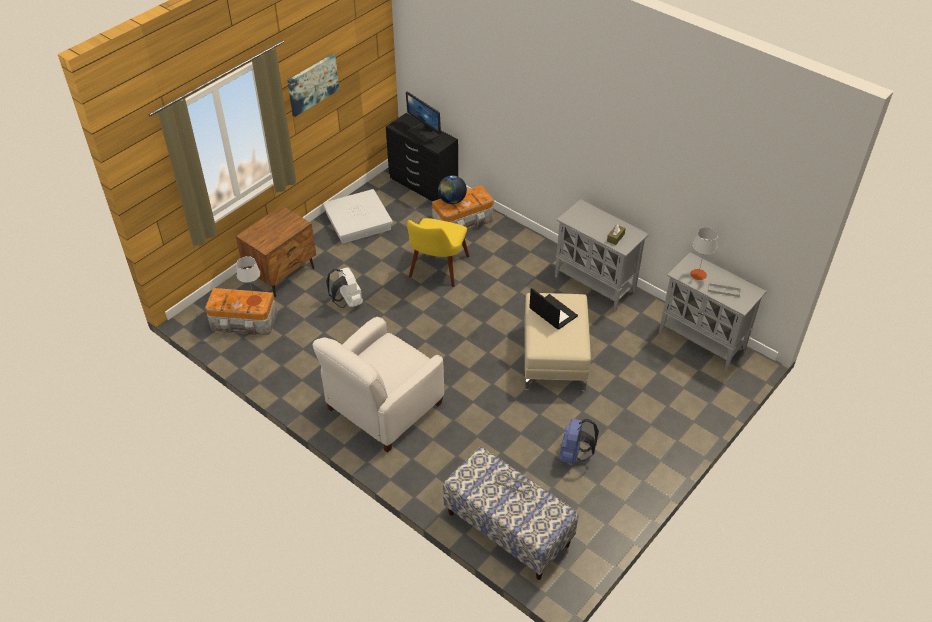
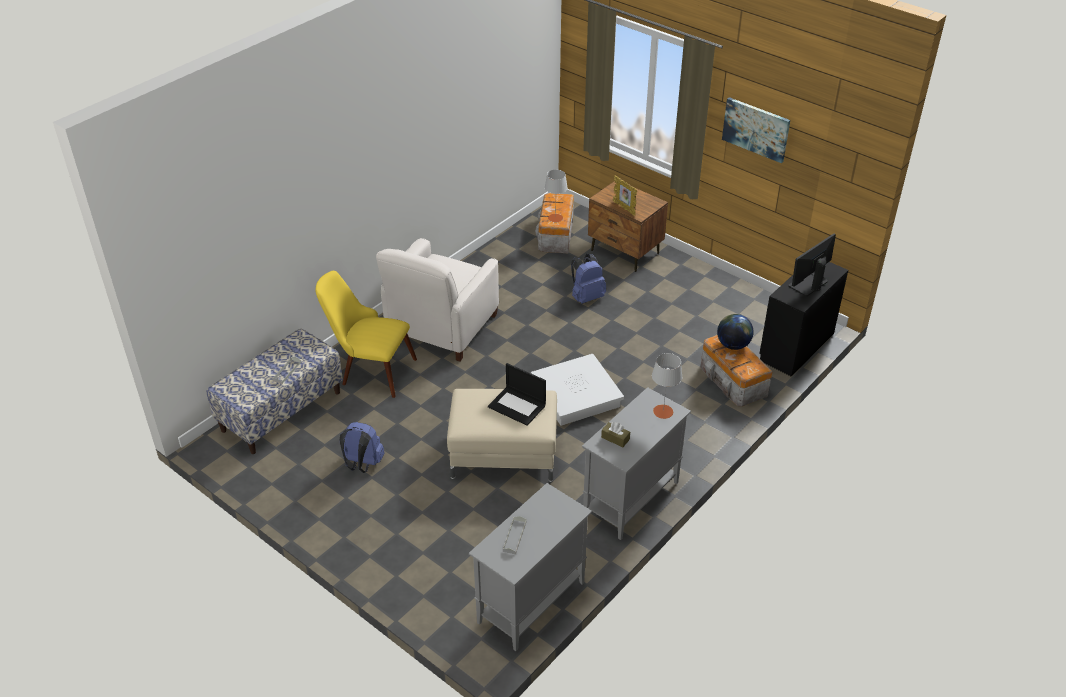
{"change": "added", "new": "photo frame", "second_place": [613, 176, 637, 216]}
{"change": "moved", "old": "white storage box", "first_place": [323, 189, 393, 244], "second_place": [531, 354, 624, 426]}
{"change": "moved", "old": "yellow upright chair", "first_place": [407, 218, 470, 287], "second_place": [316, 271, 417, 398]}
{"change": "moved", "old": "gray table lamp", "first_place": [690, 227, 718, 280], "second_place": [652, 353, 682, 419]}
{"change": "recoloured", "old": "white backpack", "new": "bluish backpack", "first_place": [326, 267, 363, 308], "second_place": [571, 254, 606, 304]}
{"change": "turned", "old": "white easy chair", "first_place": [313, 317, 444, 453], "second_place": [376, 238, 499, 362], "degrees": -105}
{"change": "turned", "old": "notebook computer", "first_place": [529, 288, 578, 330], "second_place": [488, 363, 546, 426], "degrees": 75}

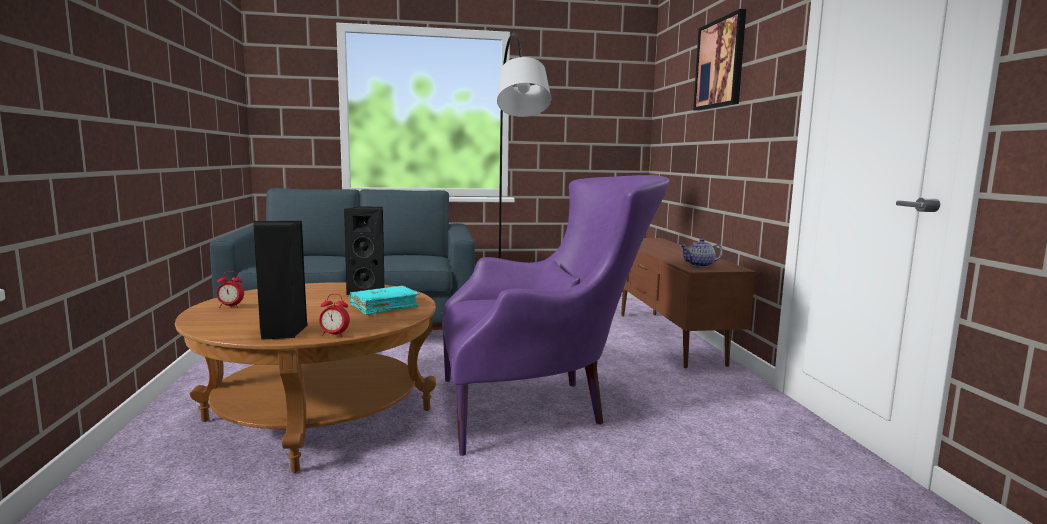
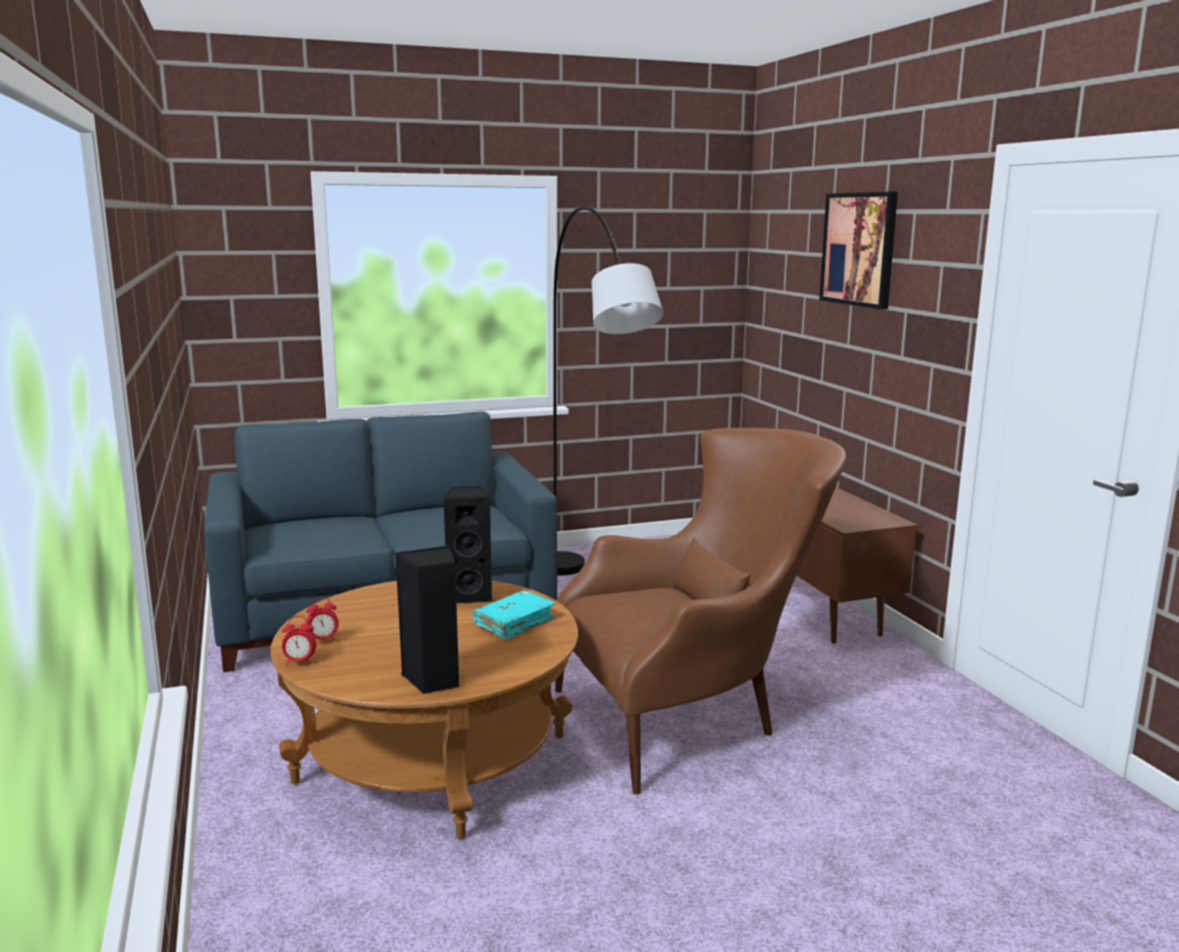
{"change": "removed", "old": "tea pot", "first_place": [680, 238, 723, 267]}
{"change": "moved", "old": "alarm clock", "first_place": [319, 294, 350, 337], "second_place": [282, 616, 316, 666]}
{"change": "recoloured", "old": "purplish easy chair", "new": "brown-coloured easy chair", "first_place": [442, 175, 670, 456], "second_place": [555, 428, 846, 794]}

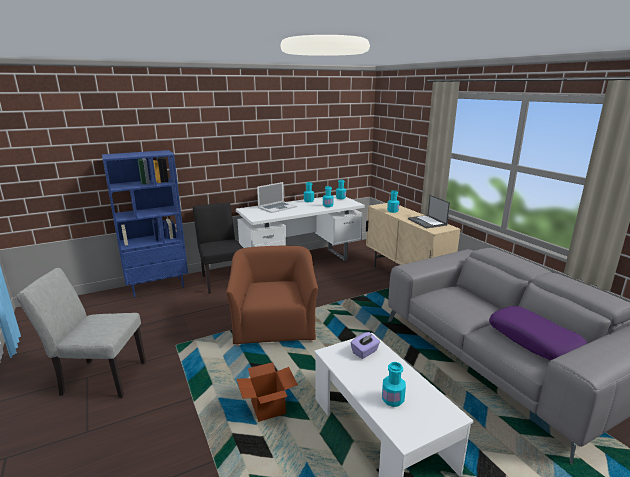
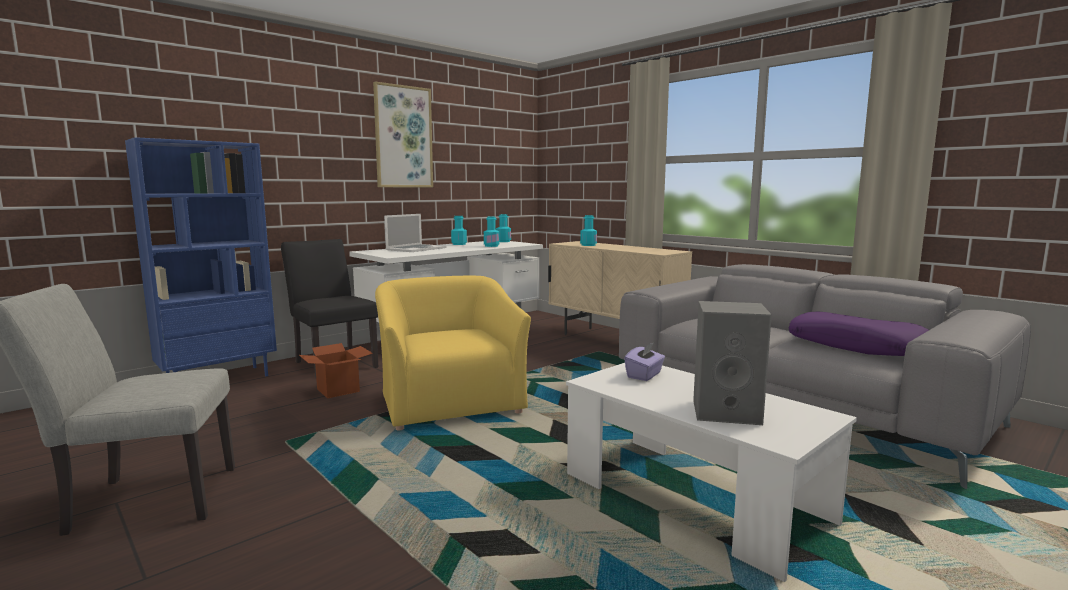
{"change": "removed", "old": "notebook computer", "first_place": [408, 195, 450, 228]}
{"change": "added", "new": "wall art", "second_place": [373, 81, 433, 187]}
{"change": "moved", "old": "carton", "first_place": [237, 362, 298, 422], "second_place": [299, 343, 373, 399]}
{"change": "replaced", "old": "blue-green drink bottle", "new": "gray audio speaker", "first_place": [382, 362, 406, 407], "second_place": [693, 301, 772, 425]}
{"change": "recoloured", "old": "brown-coloured easy chair", "new": "yellow easy chair", "first_place": [226, 246, 318, 346], "second_place": [375, 276, 531, 430]}

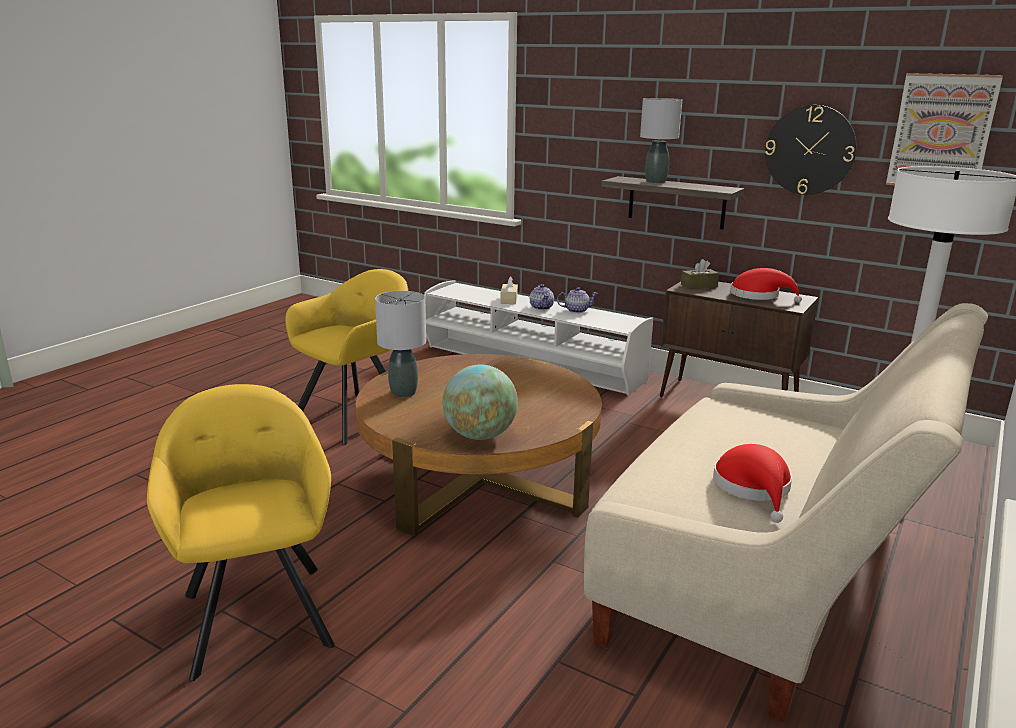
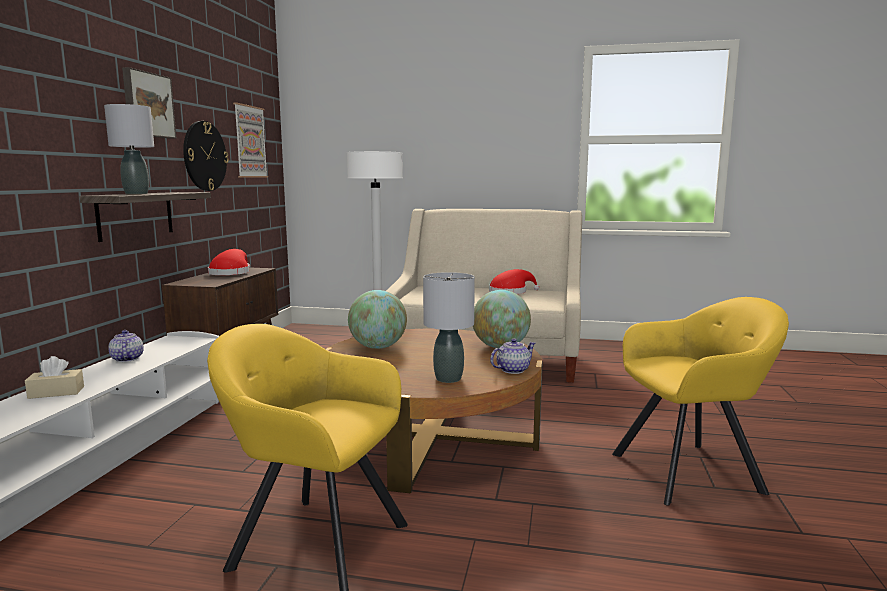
{"change": "removed", "old": "brown-coloured box of tissues", "first_place": [681, 259, 719, 289]}
{"change": "added", "new": "wall art", "second_place": [122, 67, 176, 139]}
{"change": "added", "new": "desk globe", "second_place": [348, 290, 407, 349]}
{"change": "moved", "old": "tea pot", "first_place": [530, 284, 554, 310], "second_place": [490, 338, 535, 374]}
{"change": "turned", "old": "yellow easy chair", "first_place": [147, 384, 335, 681], "second_place": [612, 297, 789, 506], "degrees": -150}

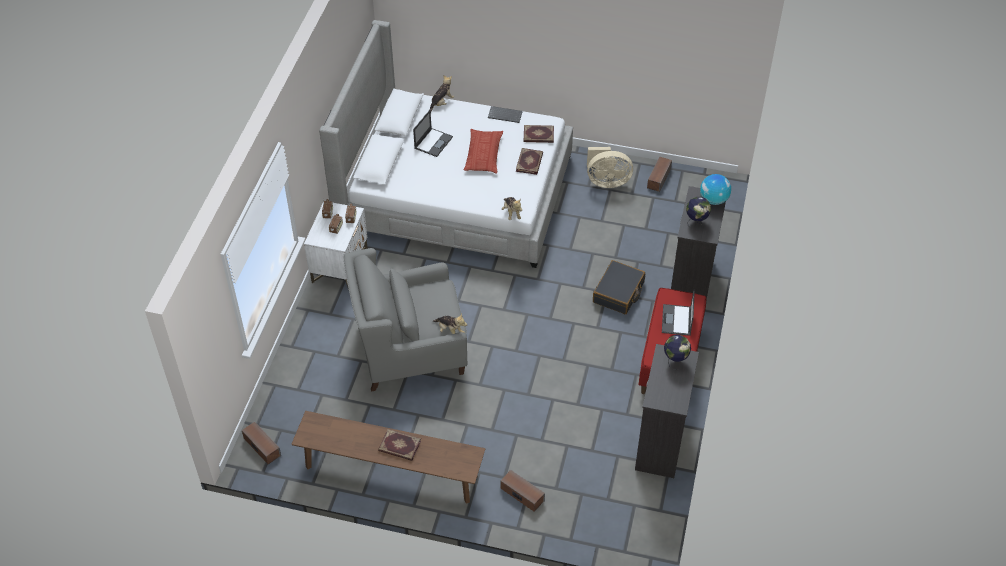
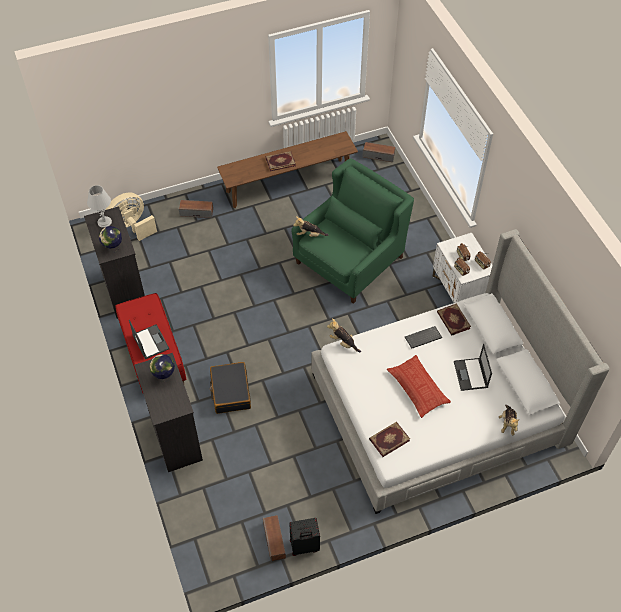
{"change": "removed", "old": "desk globe", "first_place": [700, 174, 731, 205]}
{"change": "added", "new": "gray table lamp", "second_place": [87, 185, 112, 228]}
{"change": "added", "new": "black-coloured travel case", "second_place": [289, 518, 320, 556]}
{"change": "moved", "old": "computer keyboard", "first_place": [488, 106, 523, 123], "second_place": [405, 326, 442, 349]}
{"change": "moved", "old": "volume", "first_place": [516, 148, 543, 175], "second_place": [437, 303, 471, 336]}
{"change": "moved", "old": "sand-coloured cooling fan", "first_place": [587, 147, 633, 188], "second_place": [106, 193, 157, 241]}
{"change": "recoloured", "old": "gray easy chair", "new": "green easy chair", "first_place": [343, 248, 467, 392], "second_place": [291, 158, 414, 304]}

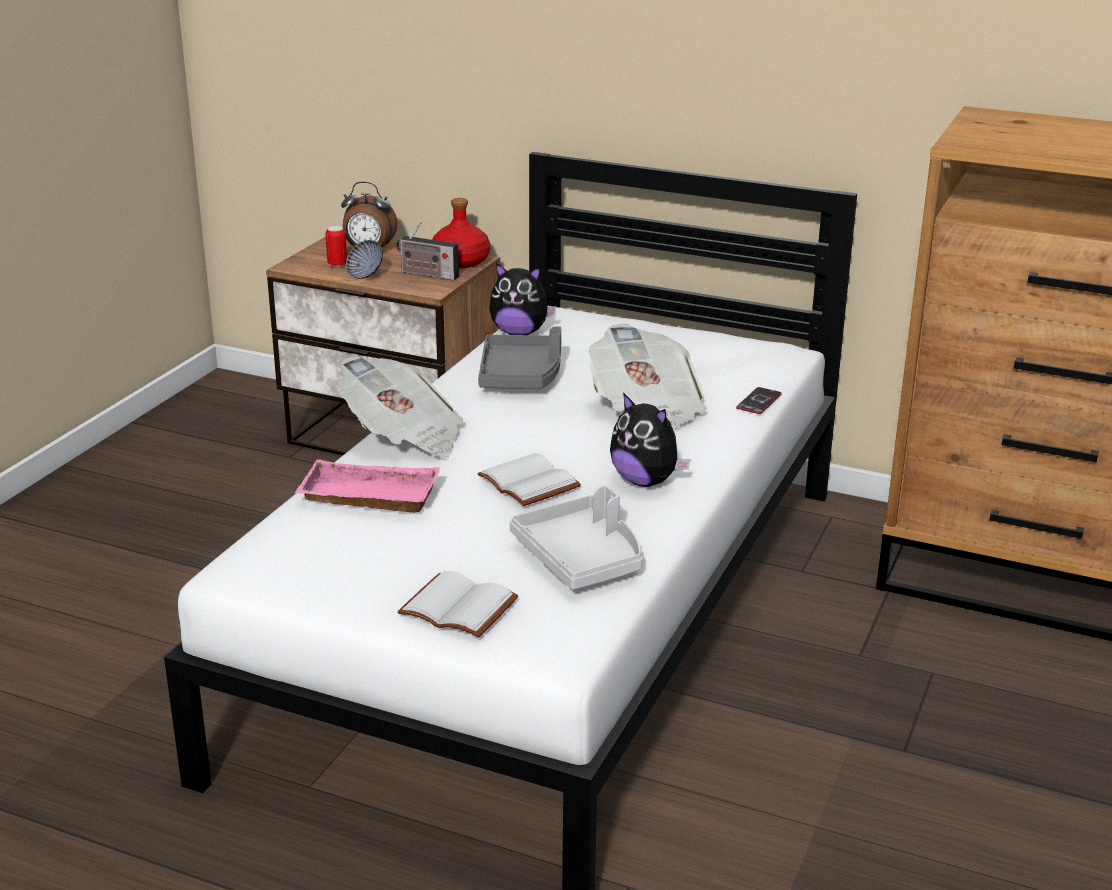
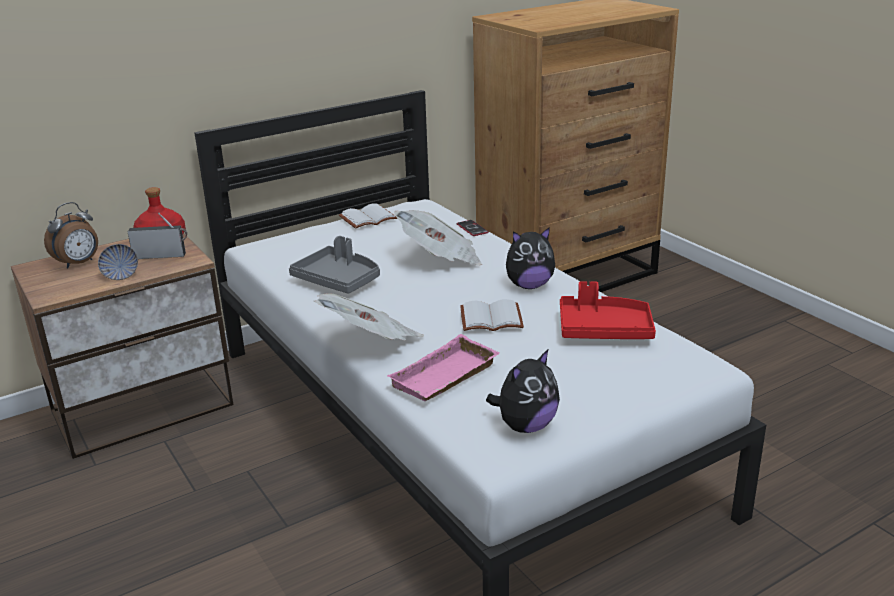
{"change": "removed", "old": "can", "first_place": [326, 226, 347, 267]}
{"change": "moved", "old": "white volume", "first_place": [397, 571, 519, 638], "second_place": [339, 204, 398, 229]}
{"change": "moved", "old": "soft toy", "first_place": [489, 263, 556, 335], "second_place": [486, 348, 560, 433]}
{"change": "recoloured", "old": "gray carrying tray", "new": "red-coloured carrying tray", "first_place": [510, 485, 642, 590], "second_place": [560, 281, 656, 339]}
{"change": "turned", "old": "radio set", "first_place": [396, 221, 459, 281], "second_place": [128, 213, 187, 259], "degrees": -150}

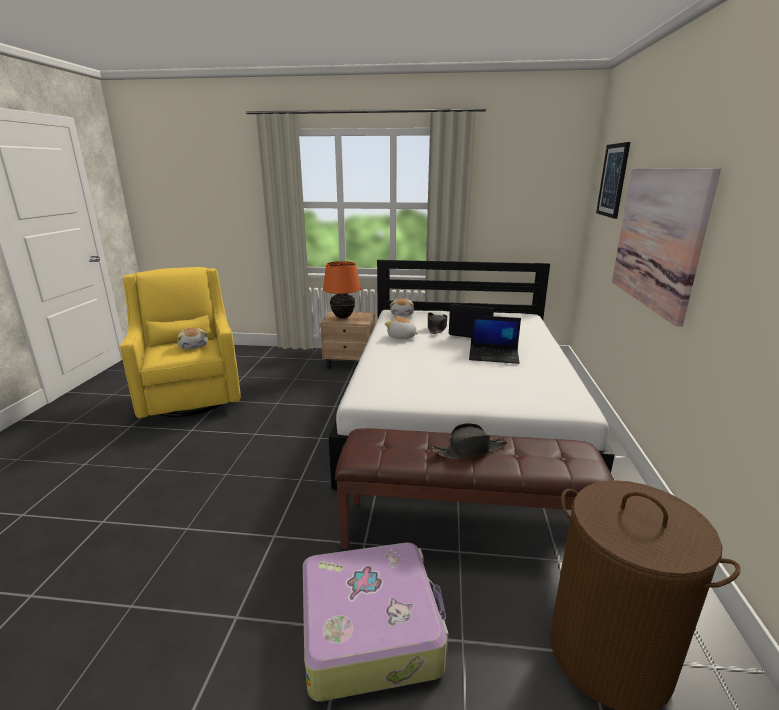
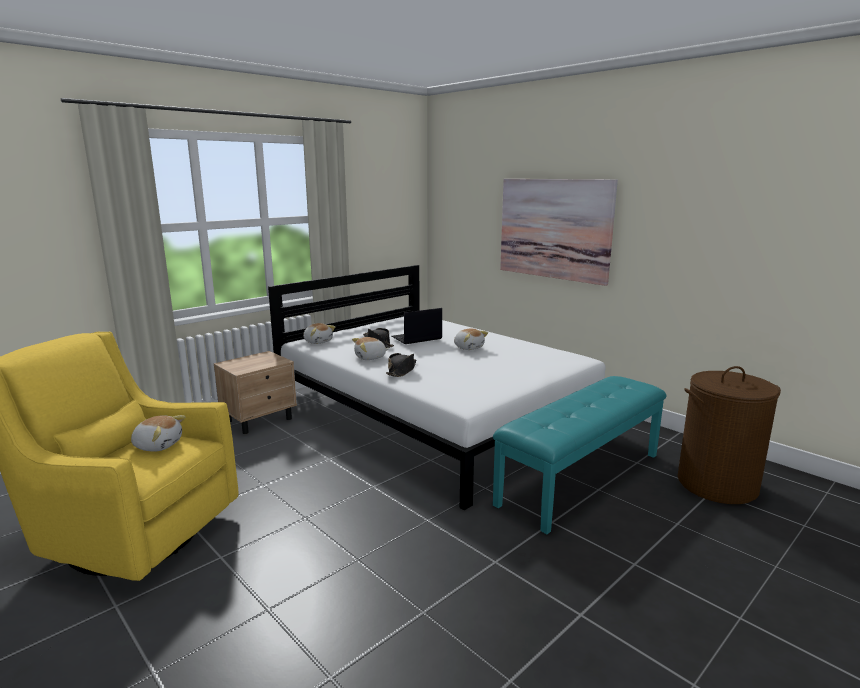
{"change": "removed", "old": "travel case", "first_place": [303, 543, 448, 702]}
{"change": "removed", "old": "orange-coloured table lamp", "first_place": [323, 261, 361, 319]}
{"change": "removed", "old": "wall art", "first_place": [596, 142, 630, 219]}
{"change": "moved", "old": "black-coloured clothing hat", "first_place": [432, 423, 507, 459], "second_place": [386, 353, 416, 377]}
{"change": "replaced", "old": "notebook computer", "new": "soft toy", "first_place": [469, 315, 521, 364], "second_place": [454, 328, 488, 350]}
{"change": "recoloured", "old": "brown-coloured bench", "new": "blue-green bench", "first_place": [335, 428, 614, 549], "second_place": [493, 376, 666, 534]}

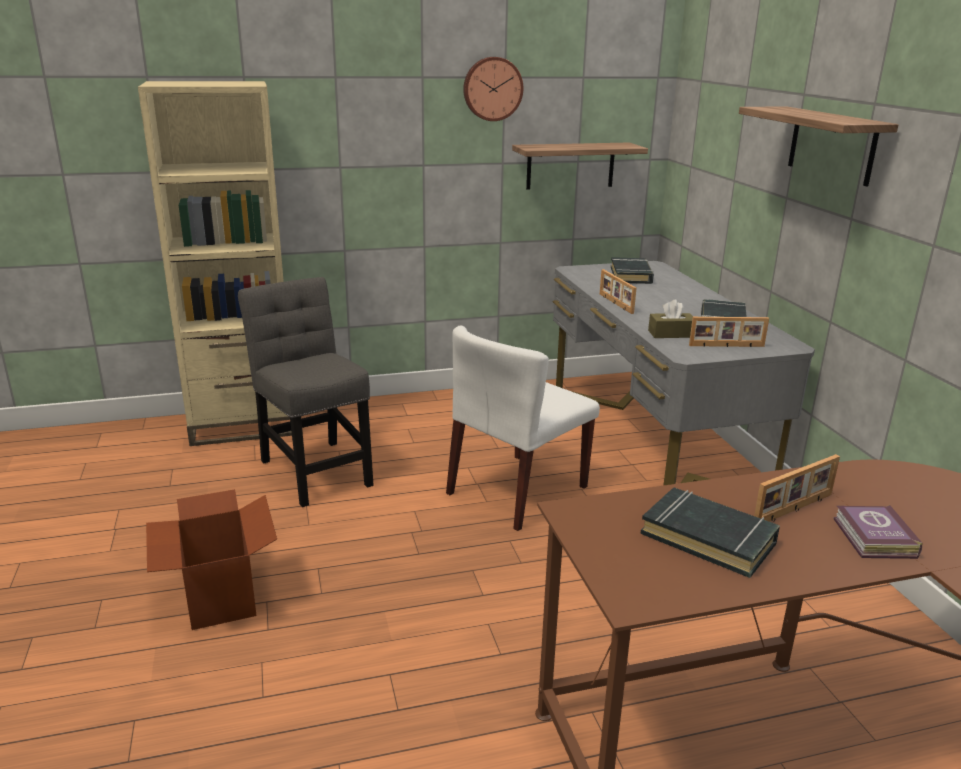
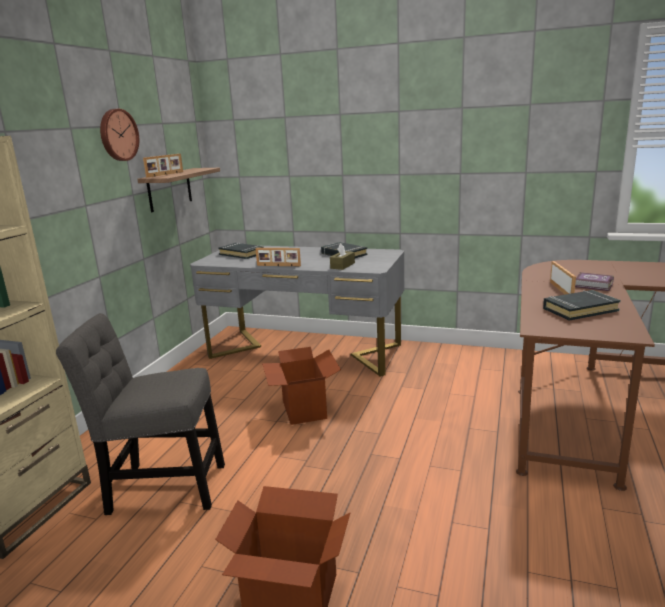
{"change": "removed", "old": "shelf", "first_place": [739, 106, 898, 186]}
{"change": "moved", "old": "photo frame", "first_place": [689, 317, 769, 347], "second_place": [143, 154, 183, 177]}
{"change": "replaced", "old": "white upright chair", "new": "carton", "first_place": [446, 325, 600, 531], "second_place": [262, 347, 341, 425]}

